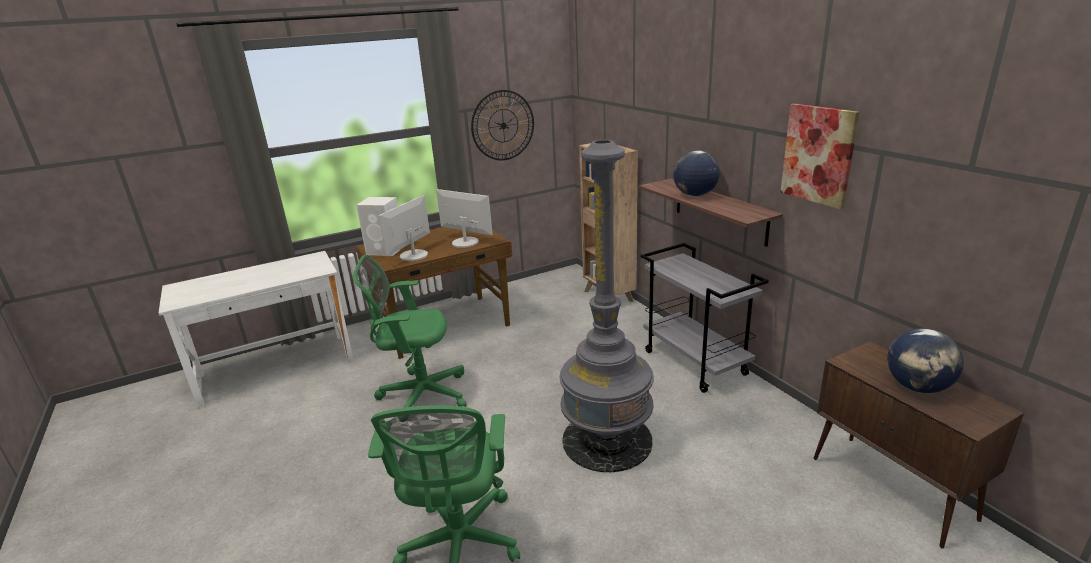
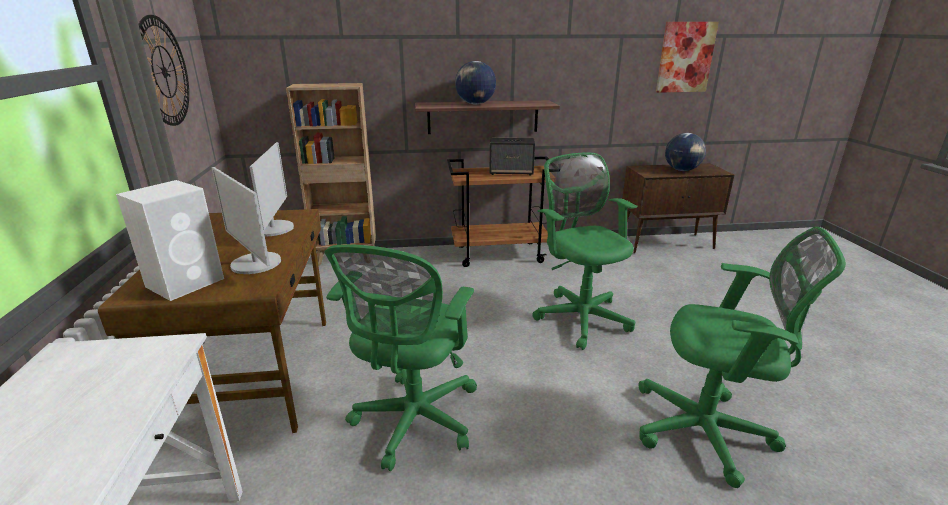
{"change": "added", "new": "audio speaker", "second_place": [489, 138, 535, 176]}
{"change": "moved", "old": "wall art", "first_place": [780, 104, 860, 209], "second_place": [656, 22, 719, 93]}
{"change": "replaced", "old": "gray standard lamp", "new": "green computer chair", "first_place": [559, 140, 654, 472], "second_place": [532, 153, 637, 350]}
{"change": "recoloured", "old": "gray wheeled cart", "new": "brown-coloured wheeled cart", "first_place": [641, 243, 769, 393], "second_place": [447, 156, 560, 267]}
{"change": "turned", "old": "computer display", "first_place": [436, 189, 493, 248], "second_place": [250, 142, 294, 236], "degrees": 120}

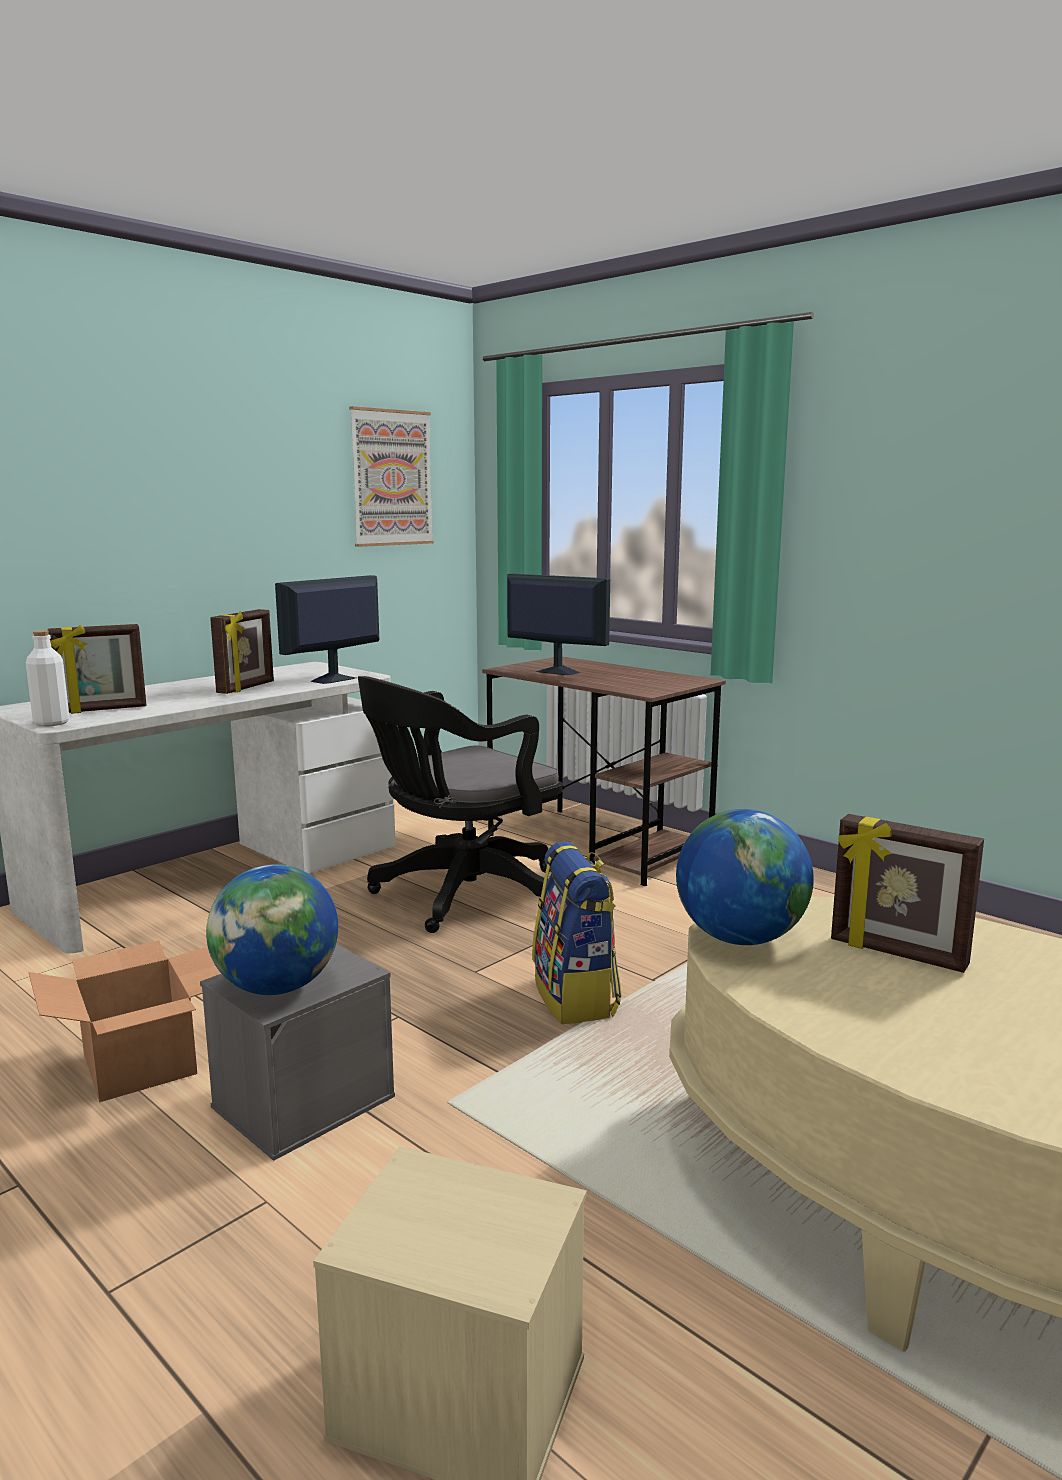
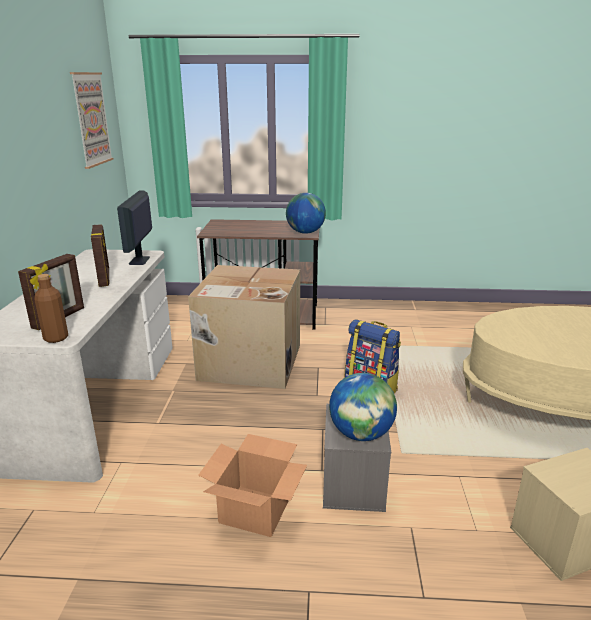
{"change": "removed", "old": "computer display", "first_place": [507, 574, 610, 675]}
{"change": "removed", "old": "photo frame", "first_place": [831, 814, 984, 973]}
{"change": "moved", "old": "desk globe", "first_place": [676, 809, 814, 945], "second_place": [286, 193, 326, 234]}
{"change": "replaced", "old": "black-coloured computer chair", "new": "carton", "first_place": [358, 676, 562, 933], "second_place": [188, 265, 300, 389]}
{"change": "recoloured", "old": "white drink bottle", "new": "brown-coloured drink bottle", "first_place": [26, 630, 69, 727], "second_place": [34, 274, 68, 343]}

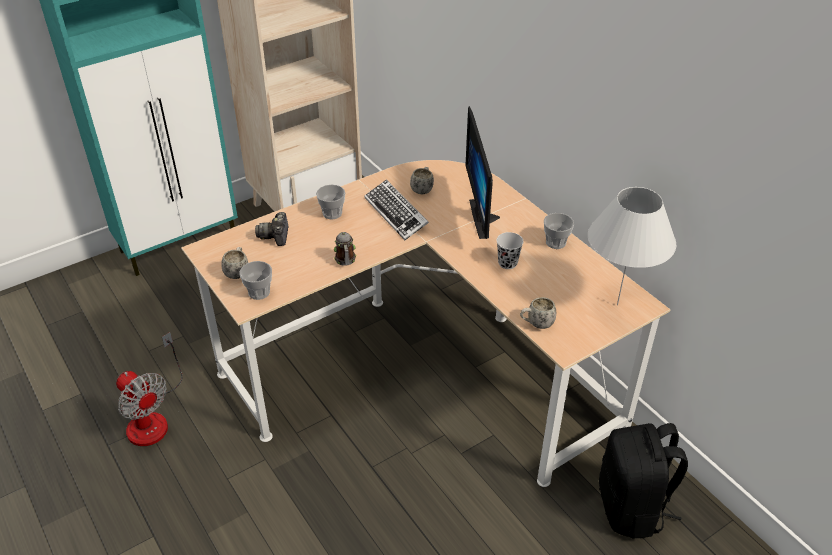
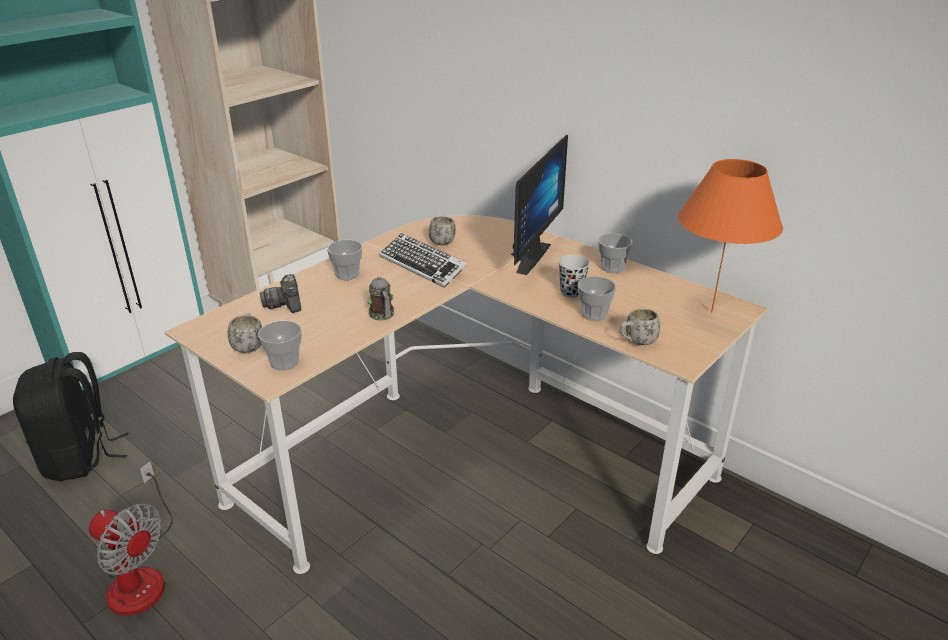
{"change": "added", "new": "small cup", "second_place": [578, 276, 616, 321]}
{"change": "moved", "old": "black-coloured backpack", "first_place": [599, 423, 688, 538], "second_place": [13, 352, 129, 481]}
{"change": "recoloured", "old": "white table lamp", "new": "orange-coloured table lamp", "first_place": [588, 187, 676, 305], "second_place": [678, 159, 783, 312]}
{"change": "turned", "old": "computer display", "first_place": [466, 106, 500, 239], "second_place": [511, 134, 568, 275], "degrees": -135}

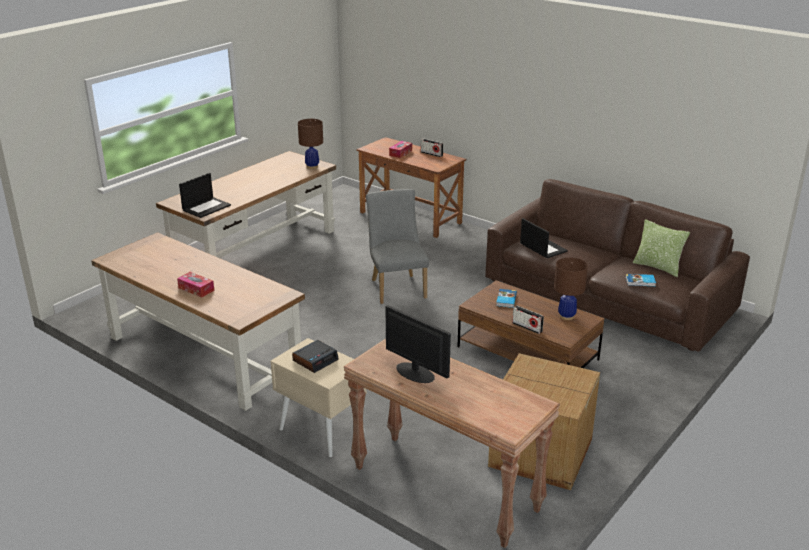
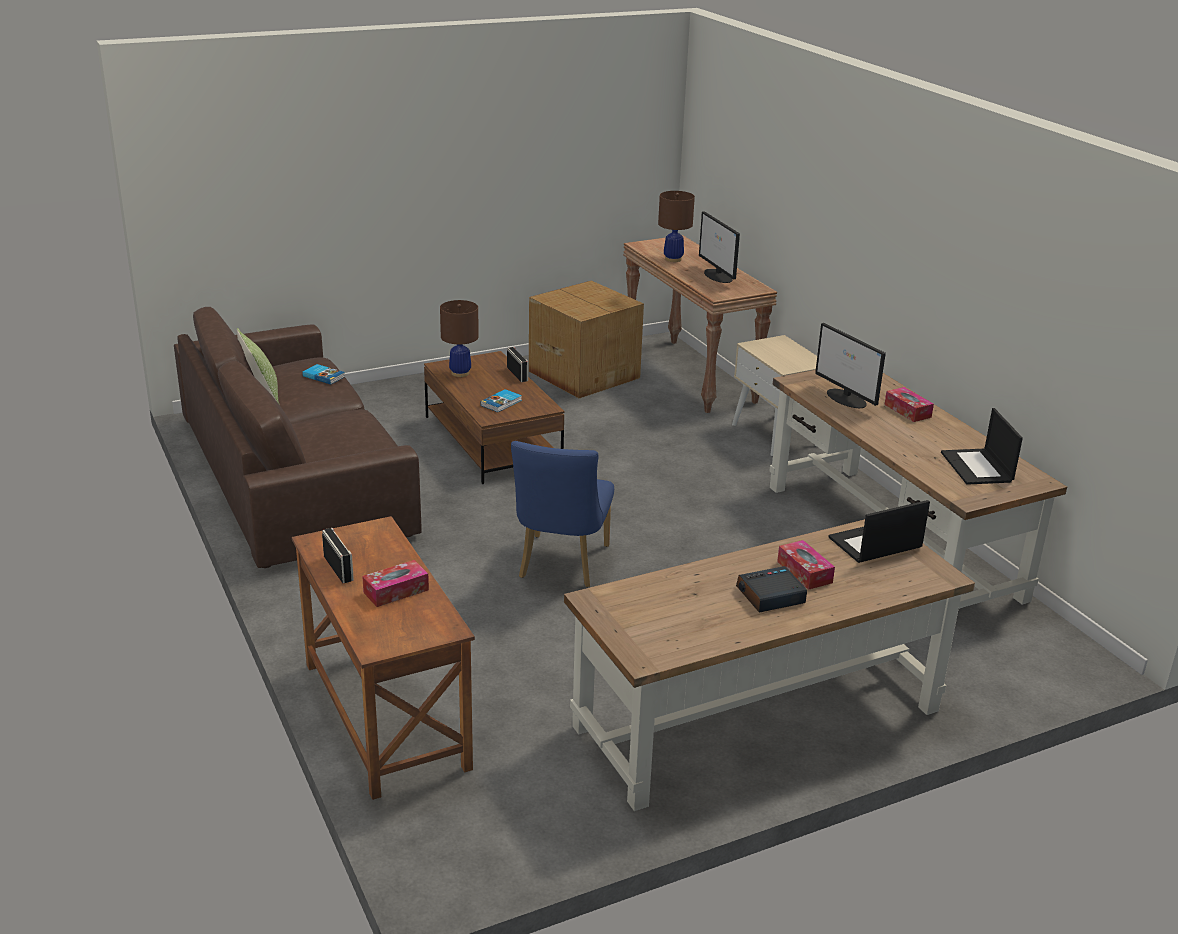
{"change": "added", "new": "box of tissues", "second_place": [777, 540, 835, 590]}
{"change": "added", "new": "computer display", "second_place": [815, 323, 886, 408]}
{"change": "moved", "old": "alarm clock", "first_place": [292, 340, 339, 373], "second_place": [736, 566, 807, 612]}
{"change": "moved", "old": "brown-coloured table lamp", "first_place": [298, 119, 323, 169], "second_place": [658, 191, 695, 262]}
{"change": "moved", "old": "notebook computer", "first_place": [520, 218, 568, 258], "second_place": [941, 408, 1023, 485]}
{"change": "recoloured", "old": "gray upright chair", "new": "bluish upright chair", "first_place": [366, 189, 429, 304], "second_place": [511, 441, 614, 587]}

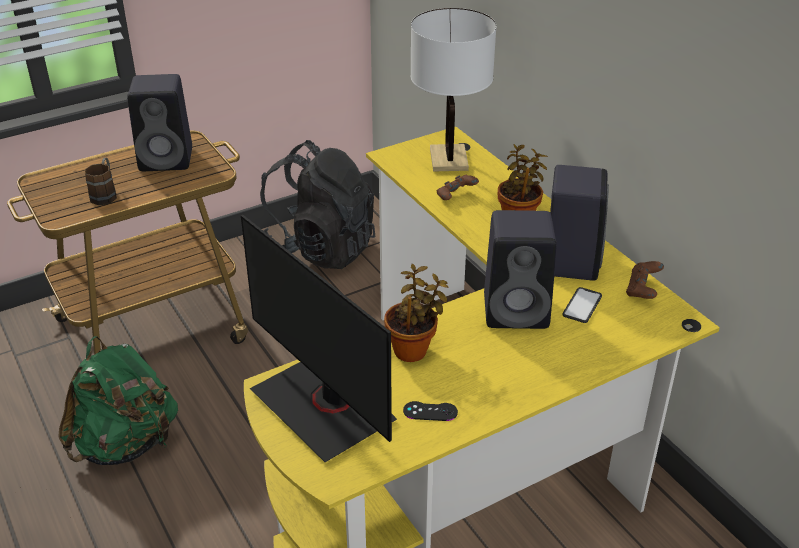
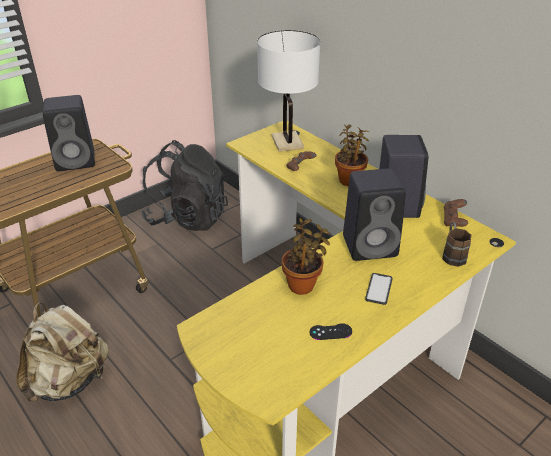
{"change": "removed", "old": "computer display", "first_place": [241, 215, 397, 462]}
{"change": "moved", "old": "brown-coloured tea mug", "first_place": [85, 158, 117, 205], "second_place": [442, 222, 471, 267]}
{"change": "moved", "old": "phone", "first_place": [562, 287, 602, 323], "second_place": [365, 273, 393, 305]}
{"change": "recoloured", "old": "green backpack", "new": "sand-coloured backpack", "first_place": [58, 336, 178, 465], "second_place": [16, 302, 109, 402]}

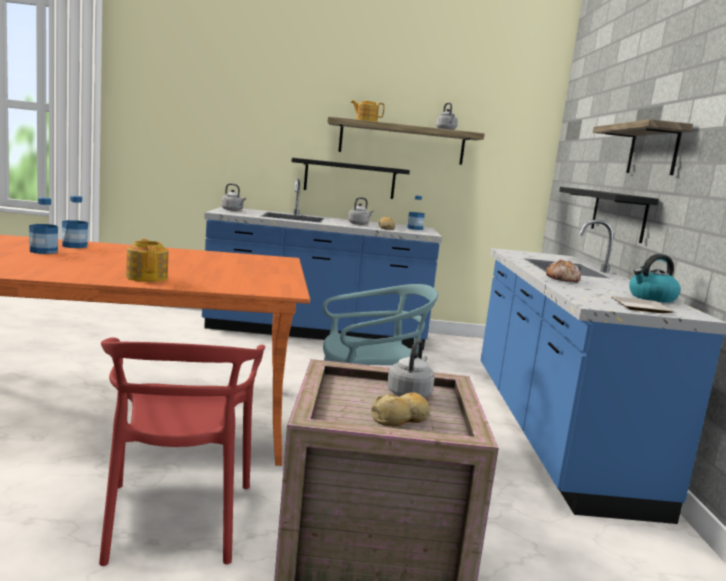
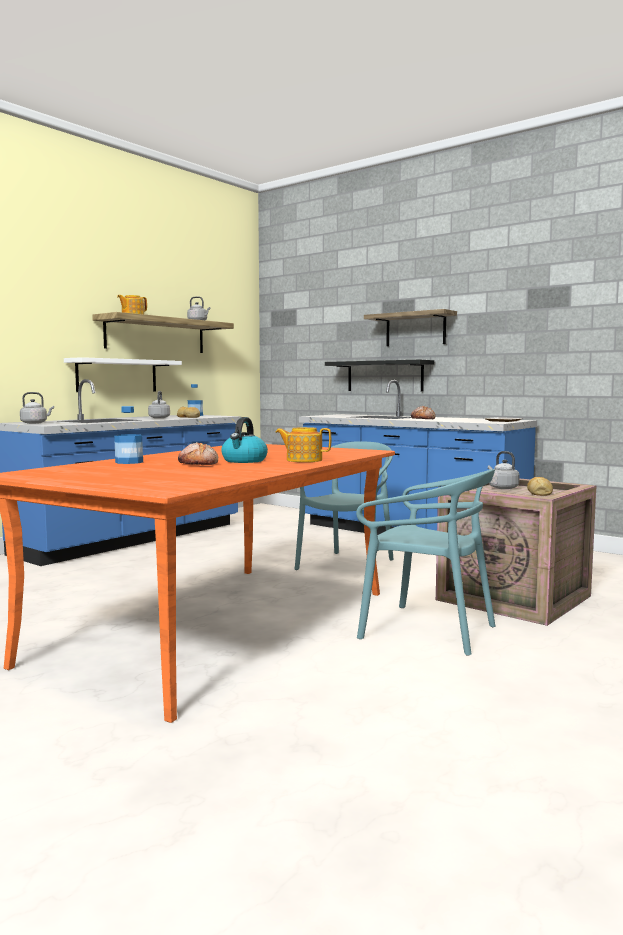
{"change": "removed", "old": "drink bottle", "first_place": [29, 198, 58, 254]}
{"change": "added", "new": "bakery bread", "second_place": [178, 442, 218, 465]}
{"change": "moved", "old": "water kettle", "first_place": [629, 254, 681, 303], "second_place": [221, 417, 268, 463]}
{"change": "recoloured", "old": "red-coloured upright chair", "new": "blue-green upright chair", "first_place": [99, 338, 265, 566], "second_place": [356, 469, 495, 656]}
{"change": "recoloured", "old": "black-coloured shelf", "new": "white shelf", "first_place": [292, 158, 410, 199], "second_place": [64, 357, 182, 392]}

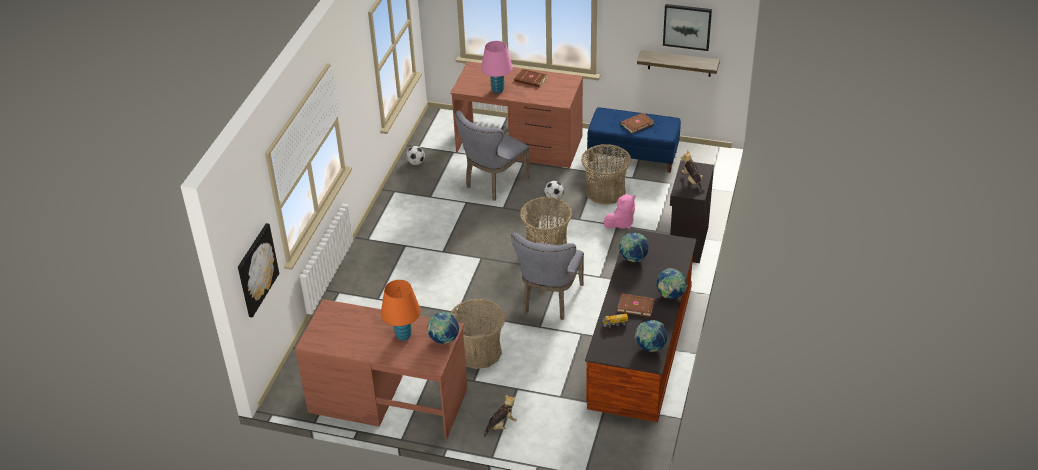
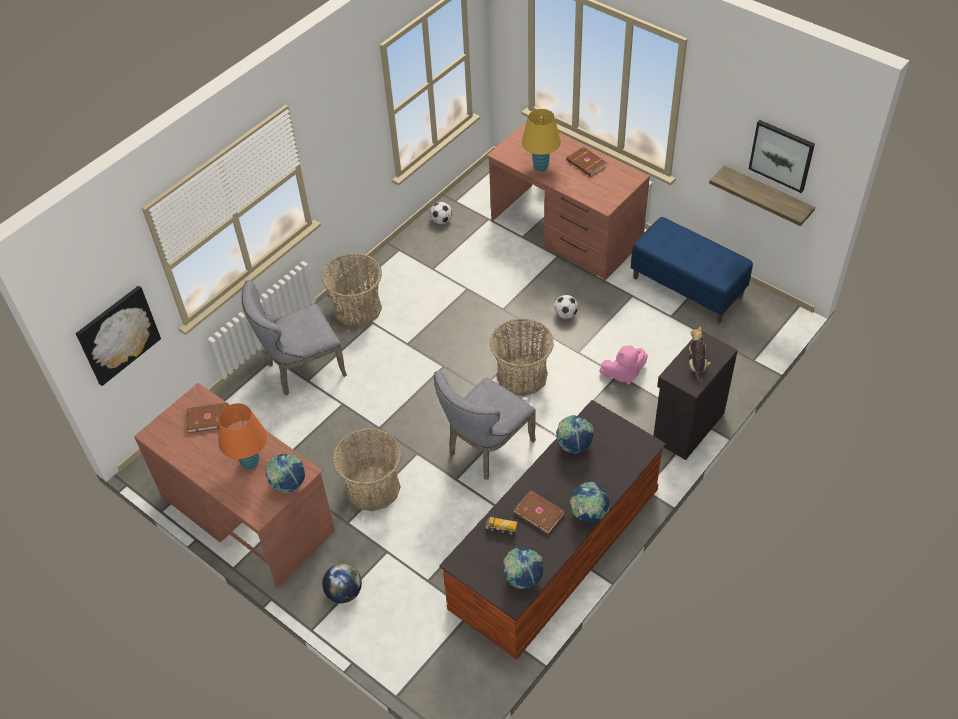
{"change": "moved", "old": "gray upright chair", "first_place": [455, 110, 530, 201], "second_place": [241, 280, 347, 396]}
{"change": "moved", "old": "storage basket", "first_place": [581, 144, 631, 205], "second_place": [322, 253, 382, 327]}
{"change": "moved", "old": "brown-coloured volume", "first_place": [620, 113, 654, 134], "second_place": [187, 402, 229, 433]}
{"change": "replaced", "old": "soft toy", "new": "desk globe", "first_place": [484, 395, 517, 437], "second_place": [322, 564, 362, 603]}
{"change": "recoloured", "old": "pinkish table lamp", "new": "yellow table lamp", "first_place": [481, 41, 513, 93], "second_place": [522, 109, 561, 171]}

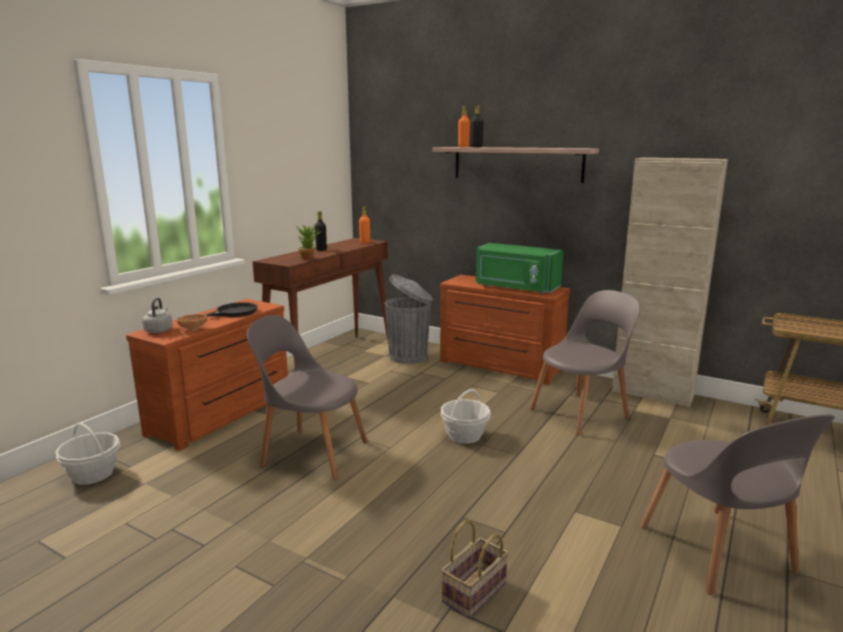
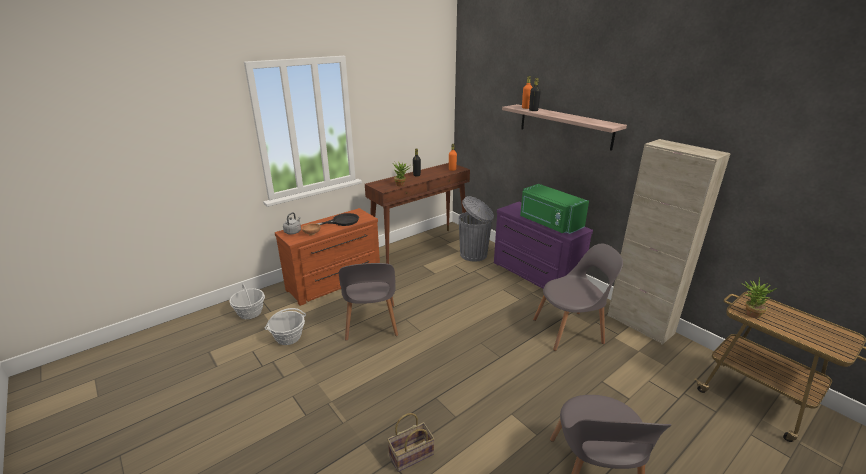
{"change": "added", "new": "potted plant", "second_place": [742, 277, 777, 318]}
{"change": "moved", "old": "storage basket", "first_place": [441, 389, 491, 444], "second_place": [265, 308, 306, 345]}
{"change": "recoloured", "old": "brown-coloured dresser", "new": "purplish dresser", "first_place": [440, 275, 570, 385], "second_place": [494, 201, 593, 289]}
{"change": "turned", "old": "gray upright chair", "first_place": [247, 315, 368, 479], "second_place": [339, 263, 398, 341], "degrees": -135}

